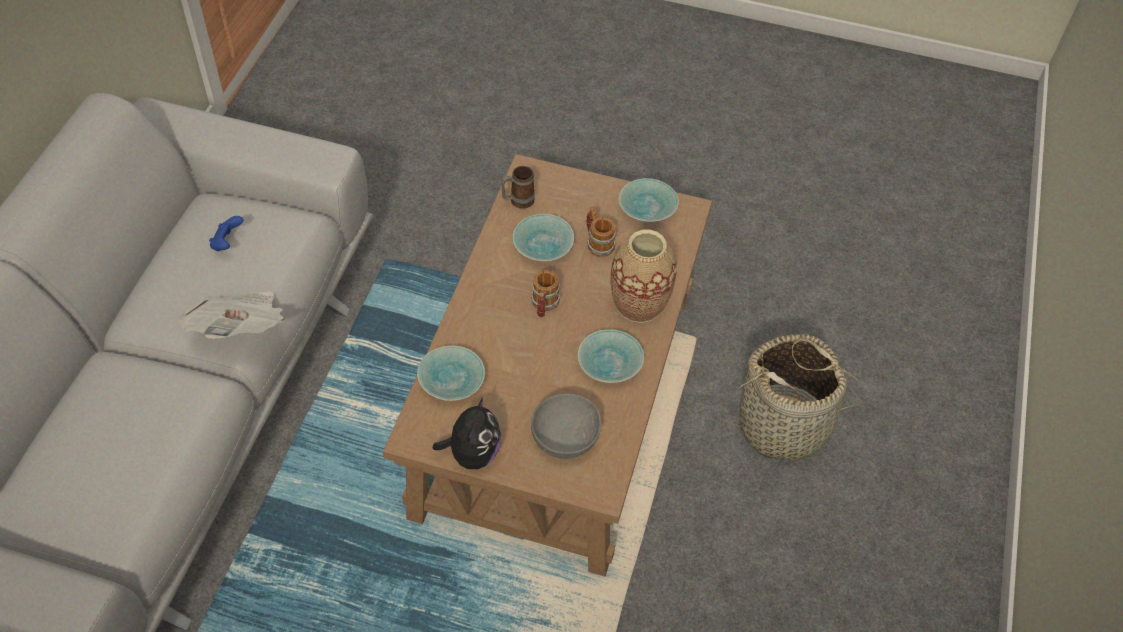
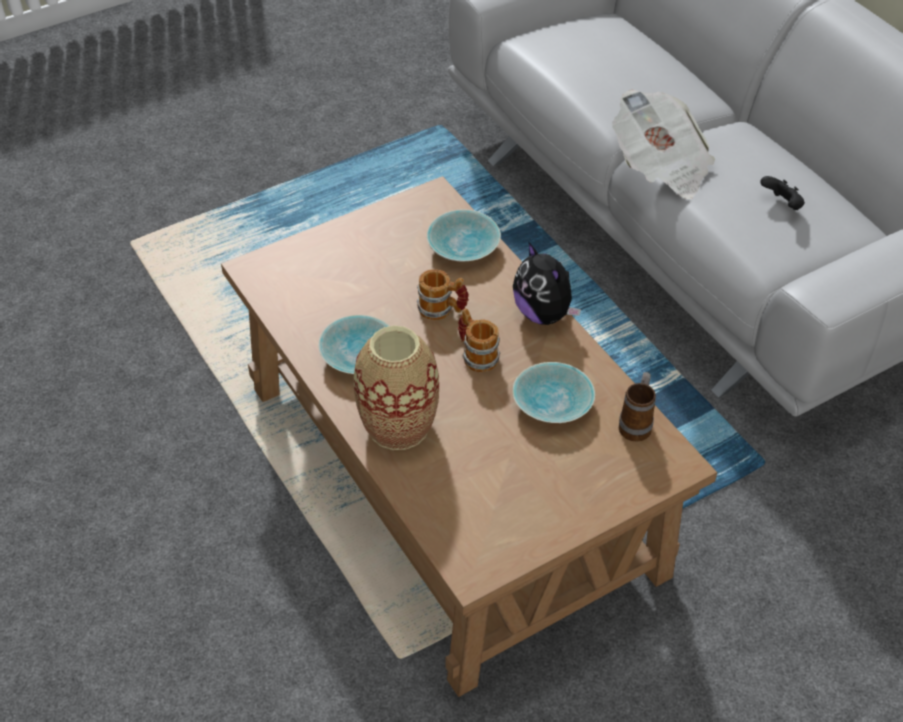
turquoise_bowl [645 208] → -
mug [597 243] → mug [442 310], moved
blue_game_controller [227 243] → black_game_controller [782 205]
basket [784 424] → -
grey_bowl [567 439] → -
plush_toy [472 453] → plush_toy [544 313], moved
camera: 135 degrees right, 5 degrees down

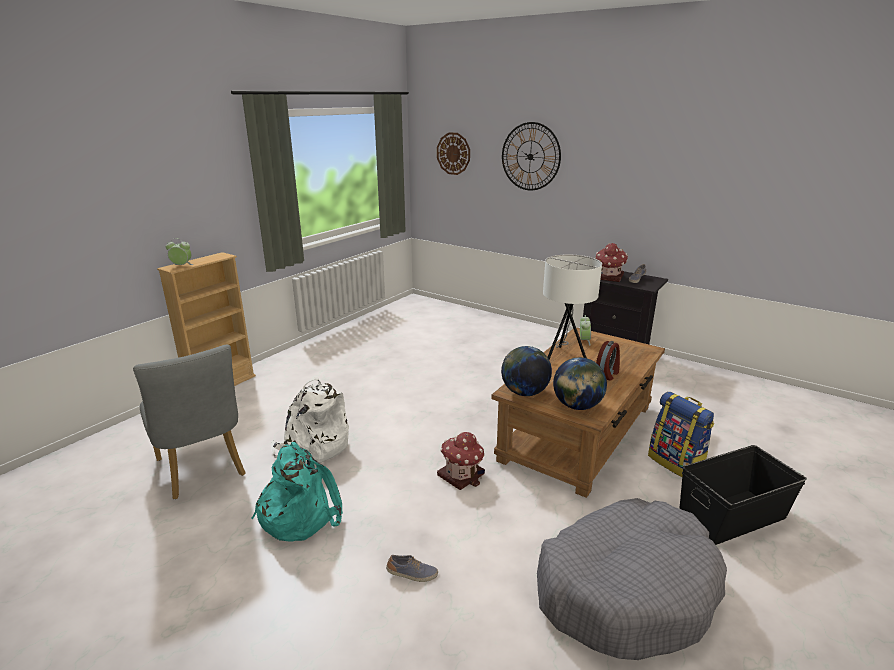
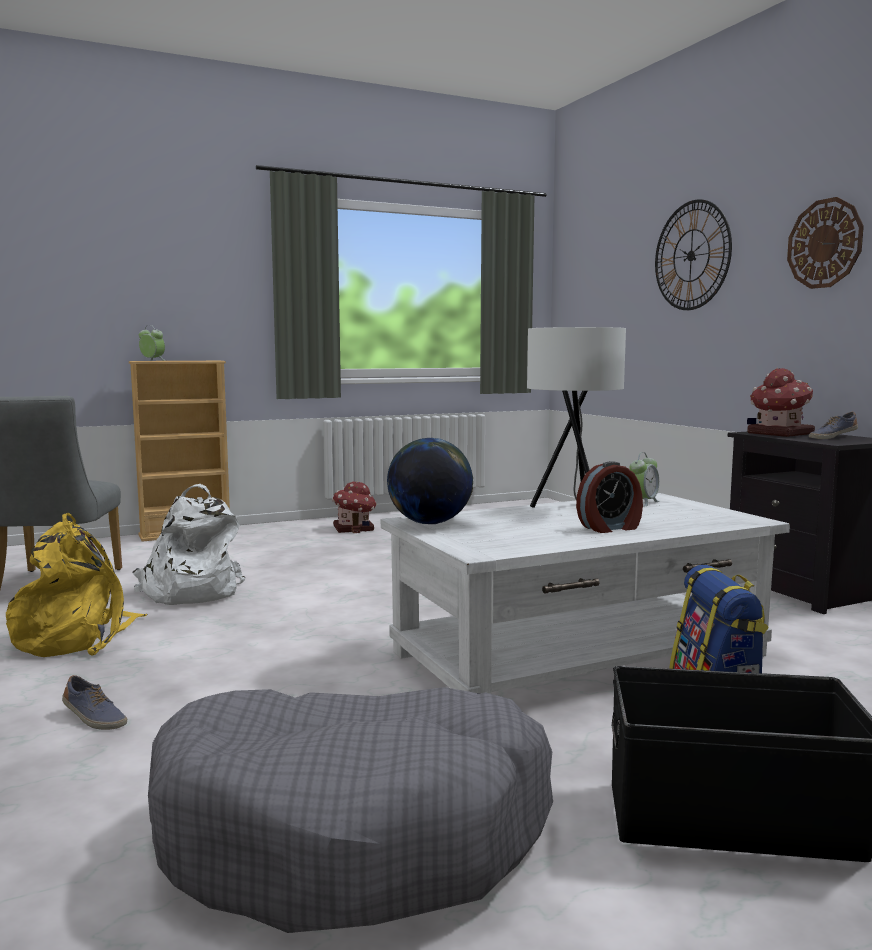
wall_clock [453 153] → wall_clock [824 243], moved
brown_coffee_table [578 432] → white_coffee_table [579 653]
globe [577 406] → -
toy_house [461 474] → toy_house [354 528], moved
turquoise_backpack [299 513] → yellow_backpack [77 637]
camera: 30 degrees right, 15 degrees down

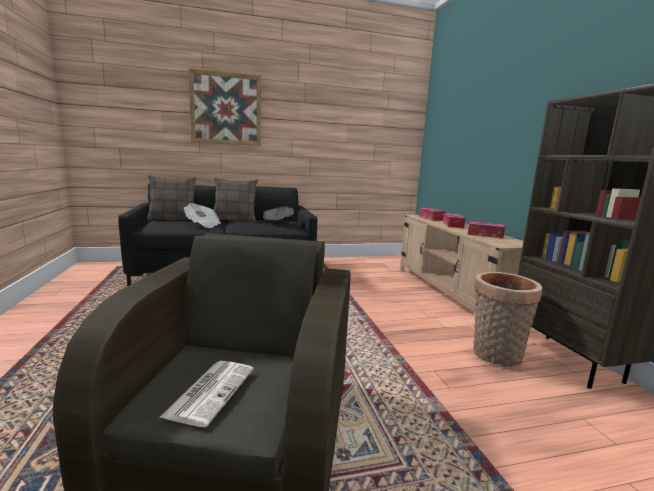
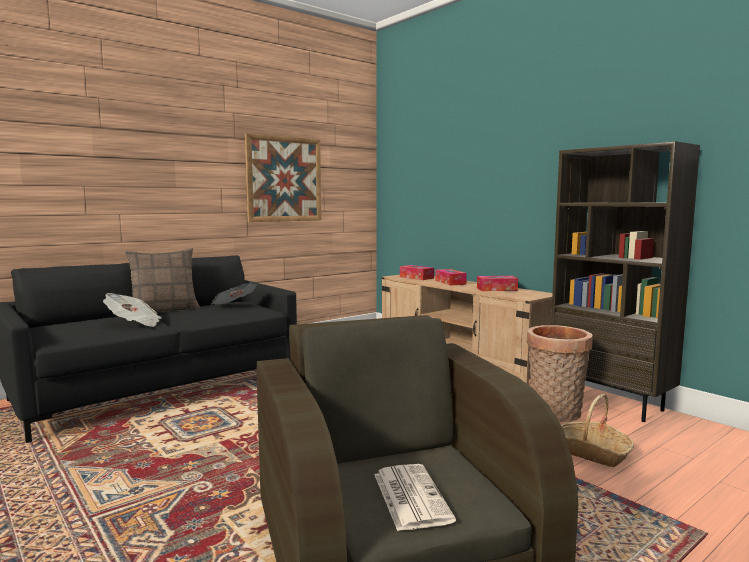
picture [226 109] → picture [284 179], moved
pillow [173 219] → -
- → basket [592 453]
camera: 25 degrees left, 5 degrees down

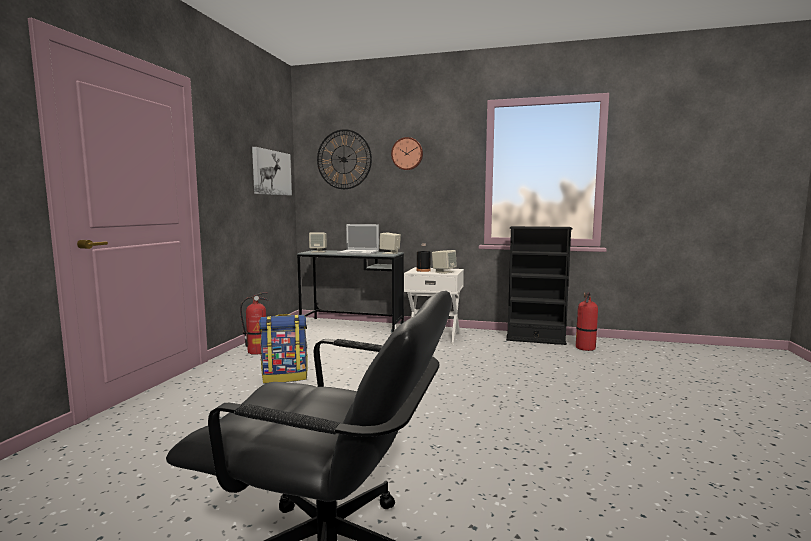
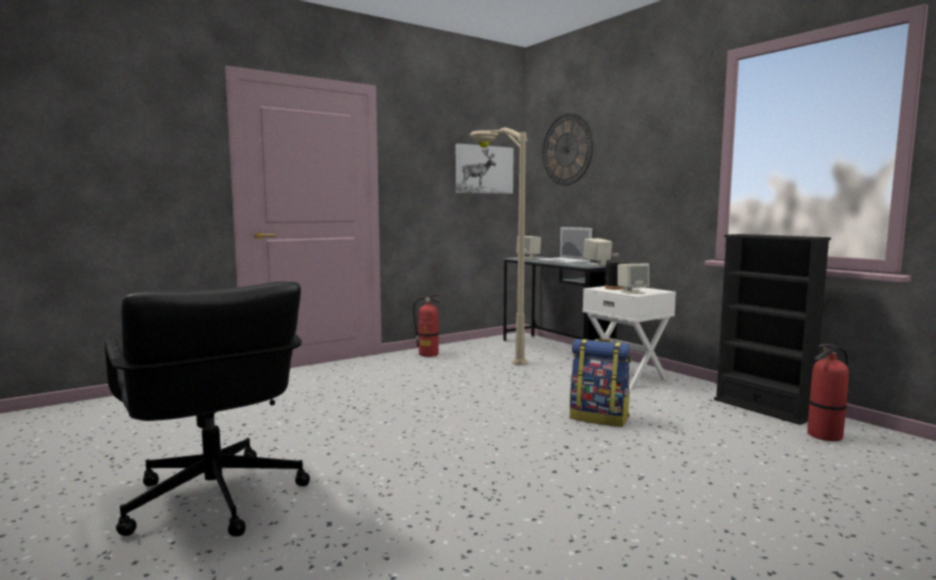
wall_clock [407 154] → -
backpack [285 377] → backpack [599 418], moved
- → beige_floor_lamp [493 353]
camera: 40 degrees right, 0 degrees up

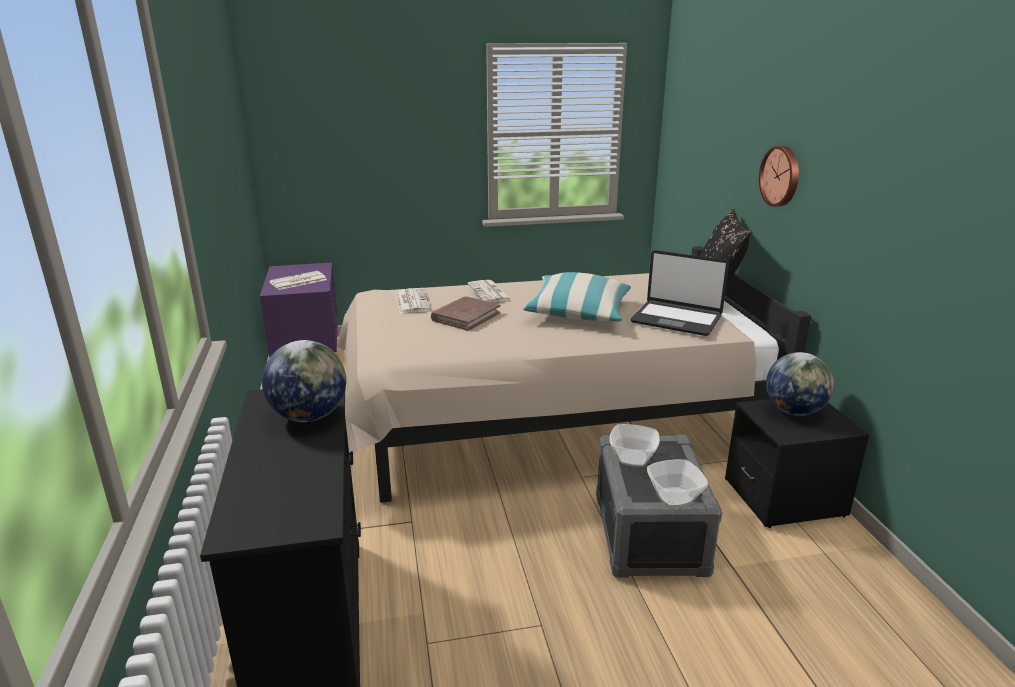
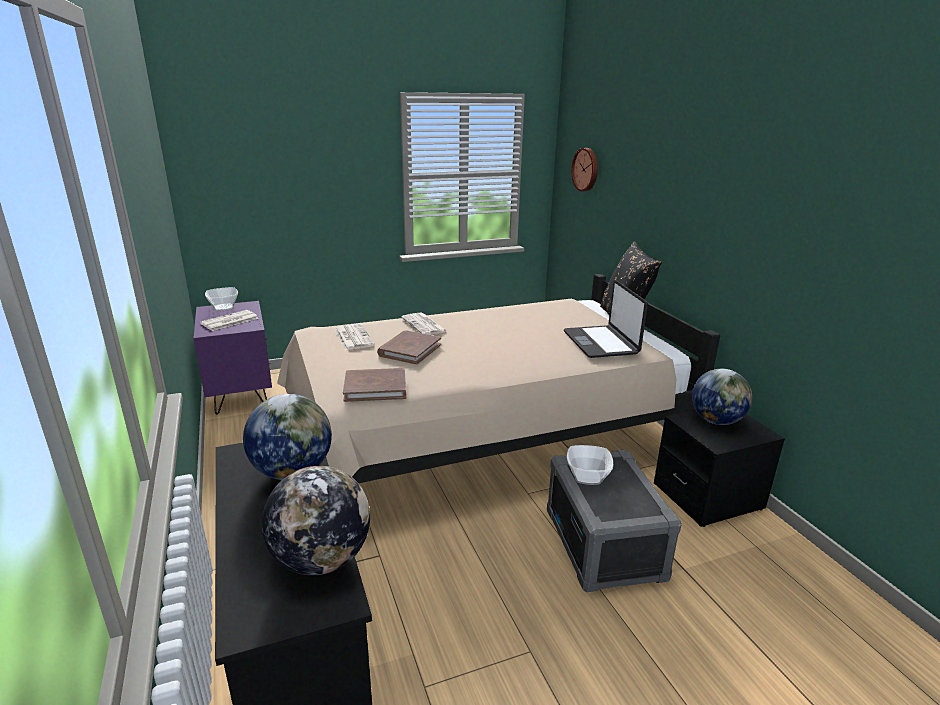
wall_clock [781 176] → wall_clock [586 169], moved
laptop [676 319] → laptop [601 342], 60 degrees clockwise
pillow [578 311] → -
bowl [674 498] → bowl [223 307], moved
- → brown_book [375 388]
- → globe [321 559]
camera: 10 degrees left, 0 degrees up

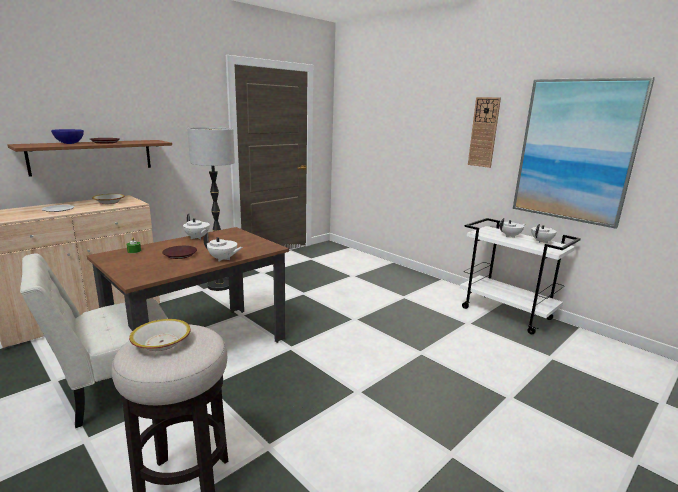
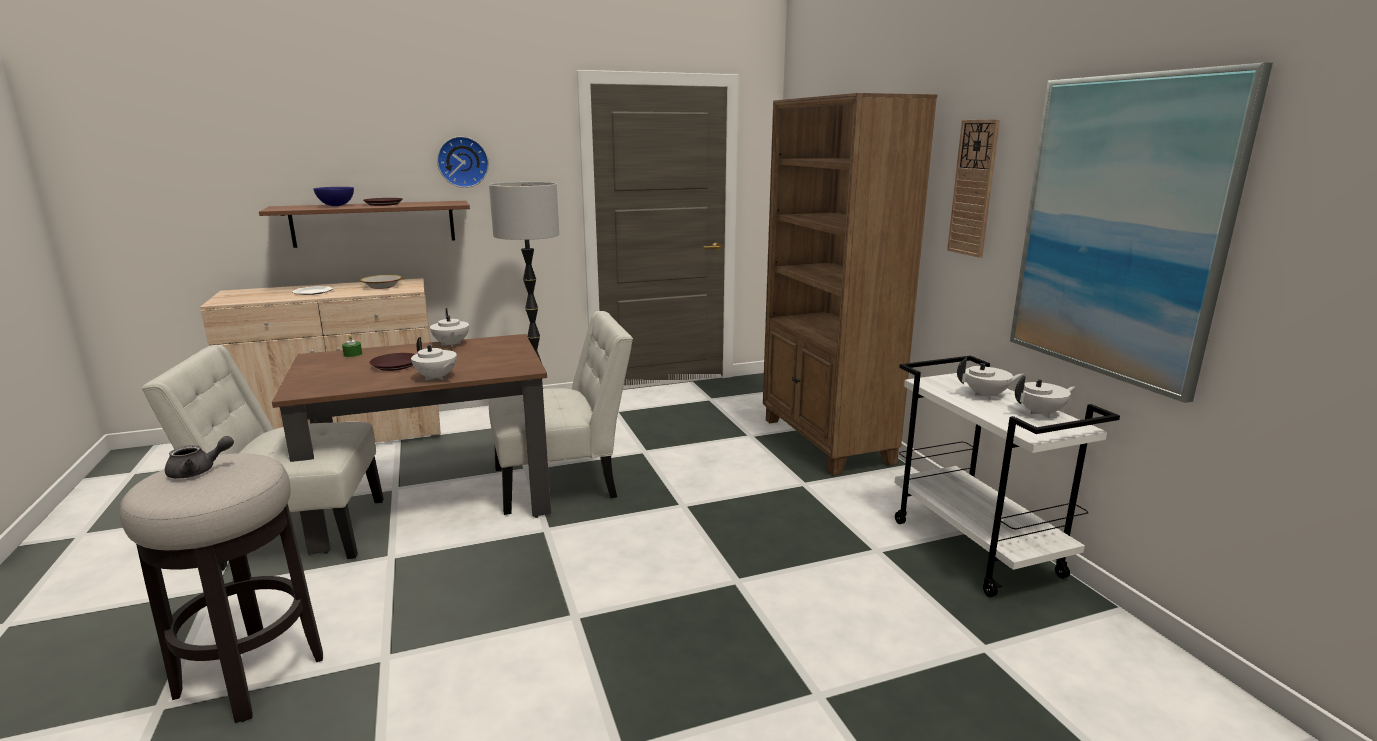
bowl [161 342] → grey_teapot [198 471]
- → brown_bookcase [826 441]
- → wall_clock [462 162]
- → white_chair [563 482]
camera: 25 degrees right, 0 degrees up

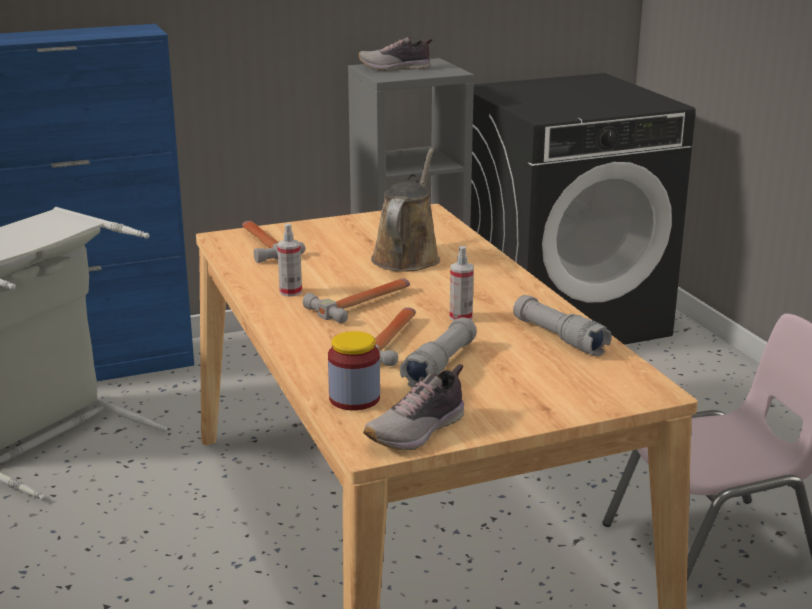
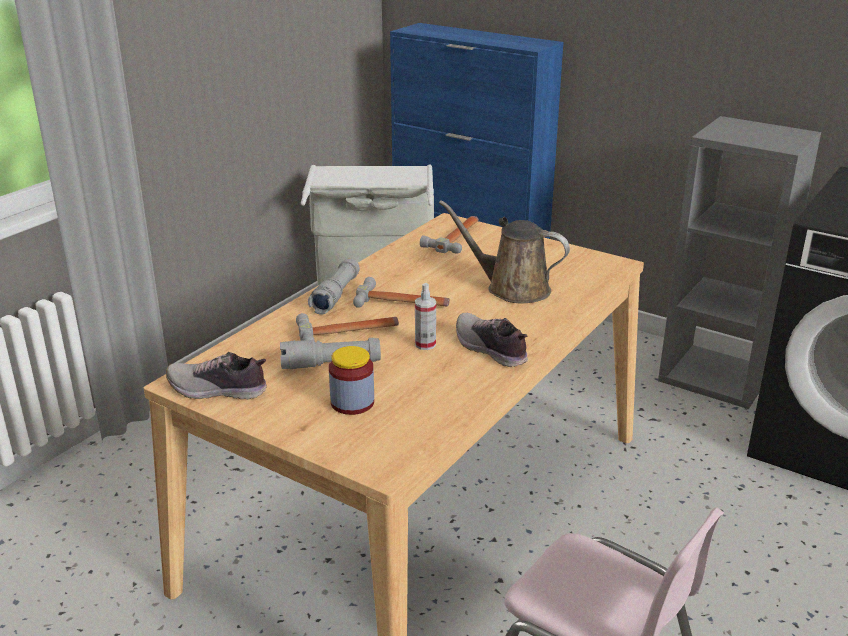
shoe [395 68] → shoe [490 349], moved
brown_watering_can [407 256] → brown_watering_can [512 288], 135 degrees counterclockwise
spray_bottle [290 292] → -
grey_flashlight [559 337] → grey_flashlight [336 295], moved
jar [354 398] → jar [352 403], moved
camera: 55 degrees right, 5 degrees up

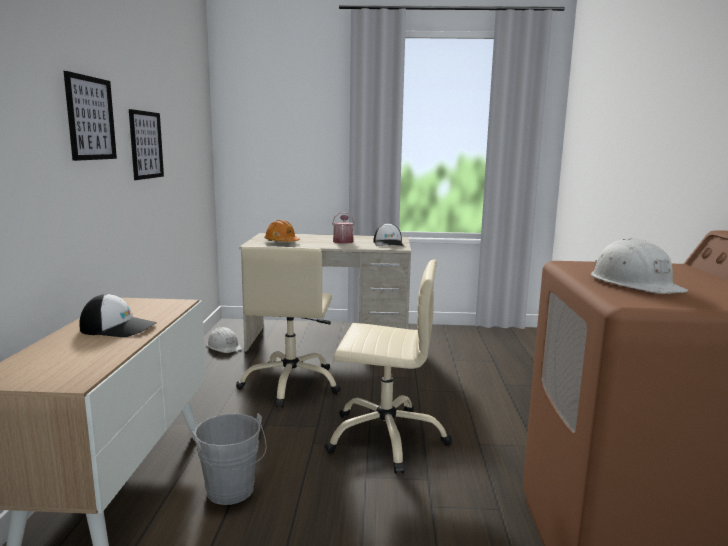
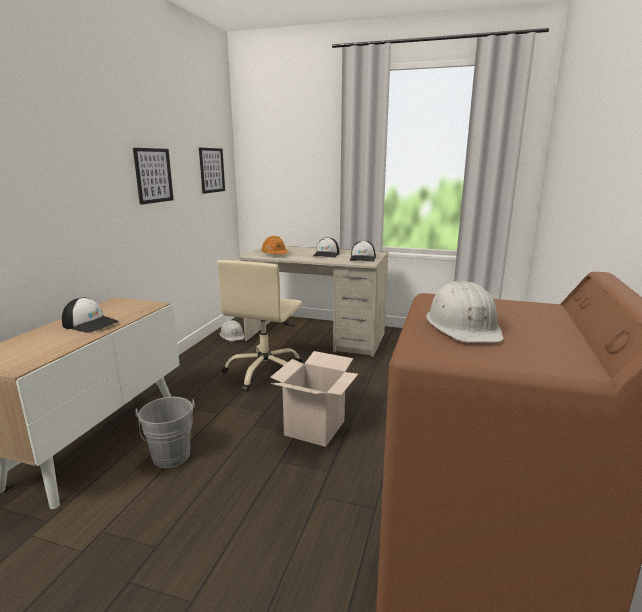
picture [90 118] → picture [211 170], moved
watering_can [343 241] → cap [326 255]
beige_office_chair [386 437] → cardboard_box [315 428]
camera: 15 degrees right, 5 degrees up

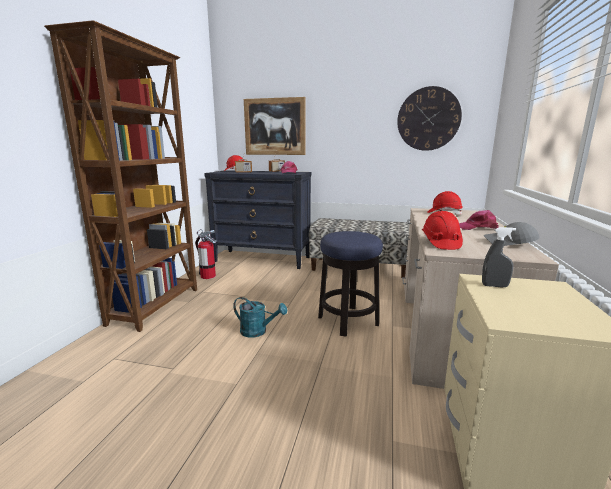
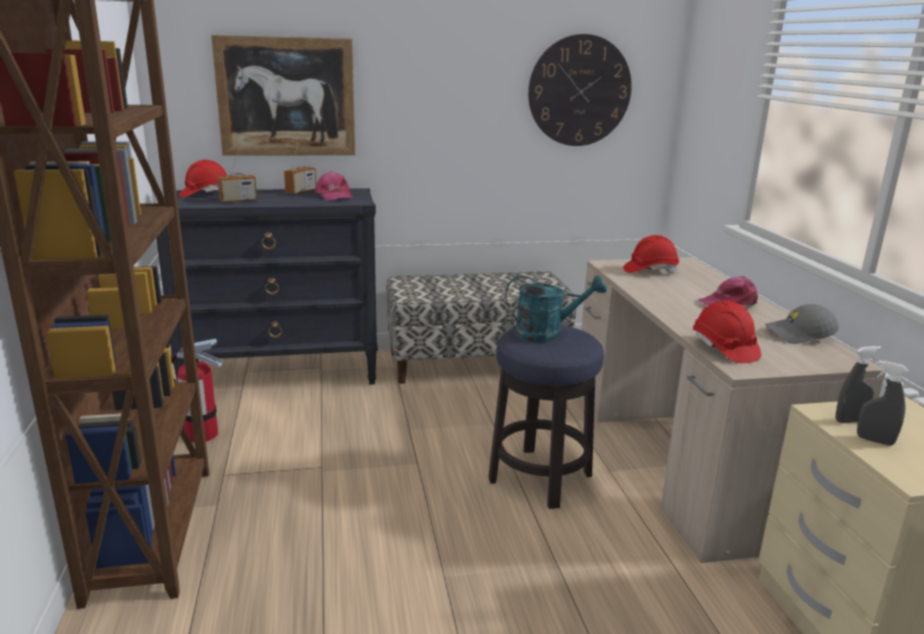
turquoise_watering_can [258 331] → turquoise_watering_can [547 334], moved
- → grey_spray_bottle [874 440]
camera: 25 degrees left, 5 degrees up

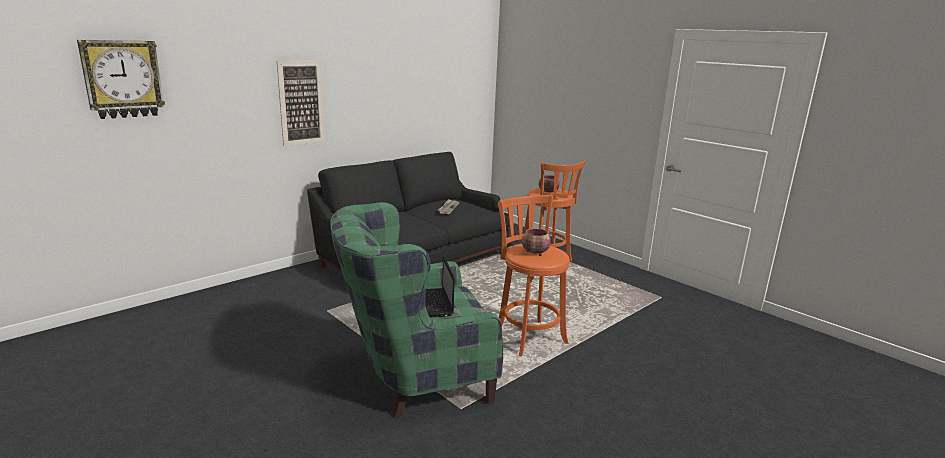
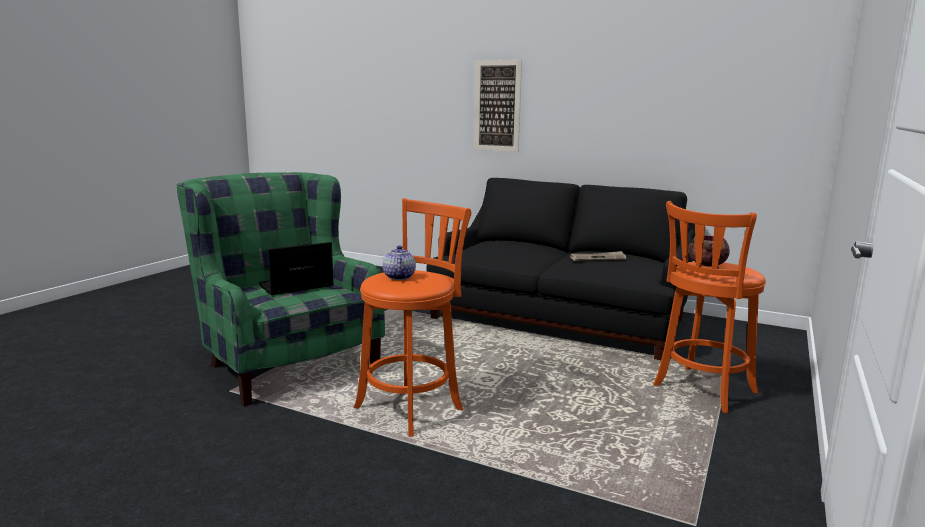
wall_clock [123 79] → -
bowl [535 253] → teapot [398 277]
camera: 70 degrees right, 5 degrees down

